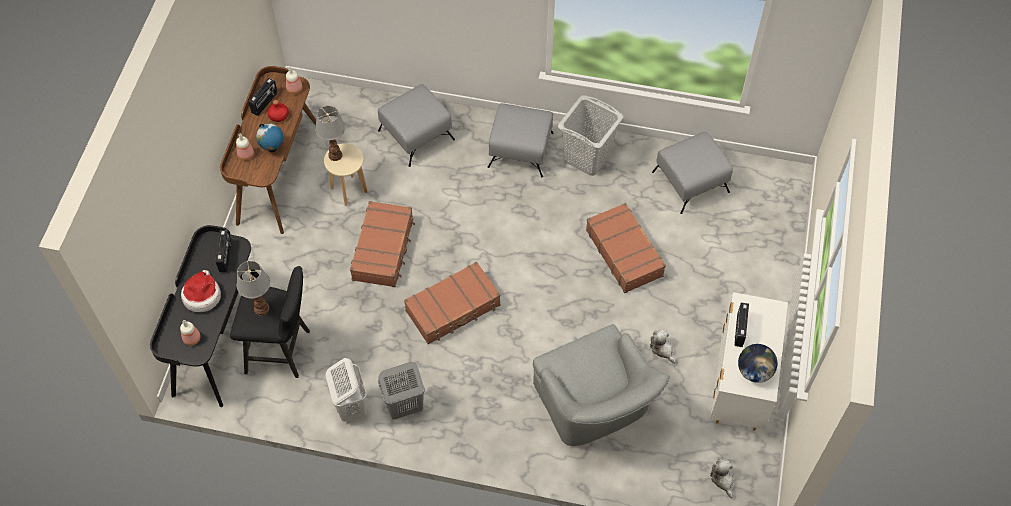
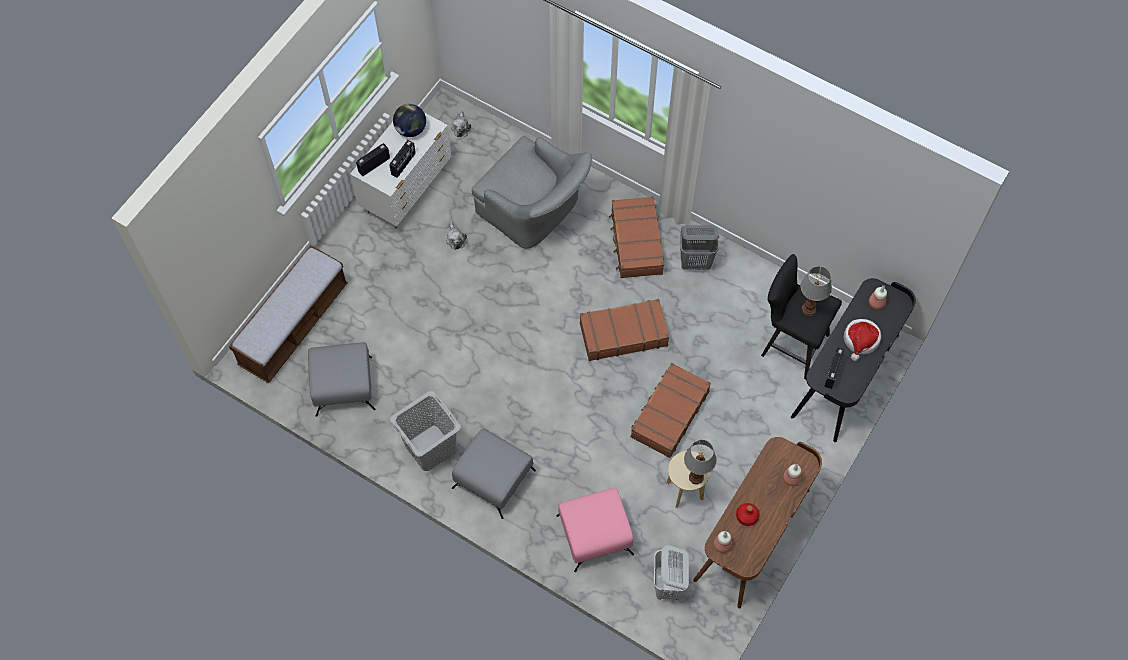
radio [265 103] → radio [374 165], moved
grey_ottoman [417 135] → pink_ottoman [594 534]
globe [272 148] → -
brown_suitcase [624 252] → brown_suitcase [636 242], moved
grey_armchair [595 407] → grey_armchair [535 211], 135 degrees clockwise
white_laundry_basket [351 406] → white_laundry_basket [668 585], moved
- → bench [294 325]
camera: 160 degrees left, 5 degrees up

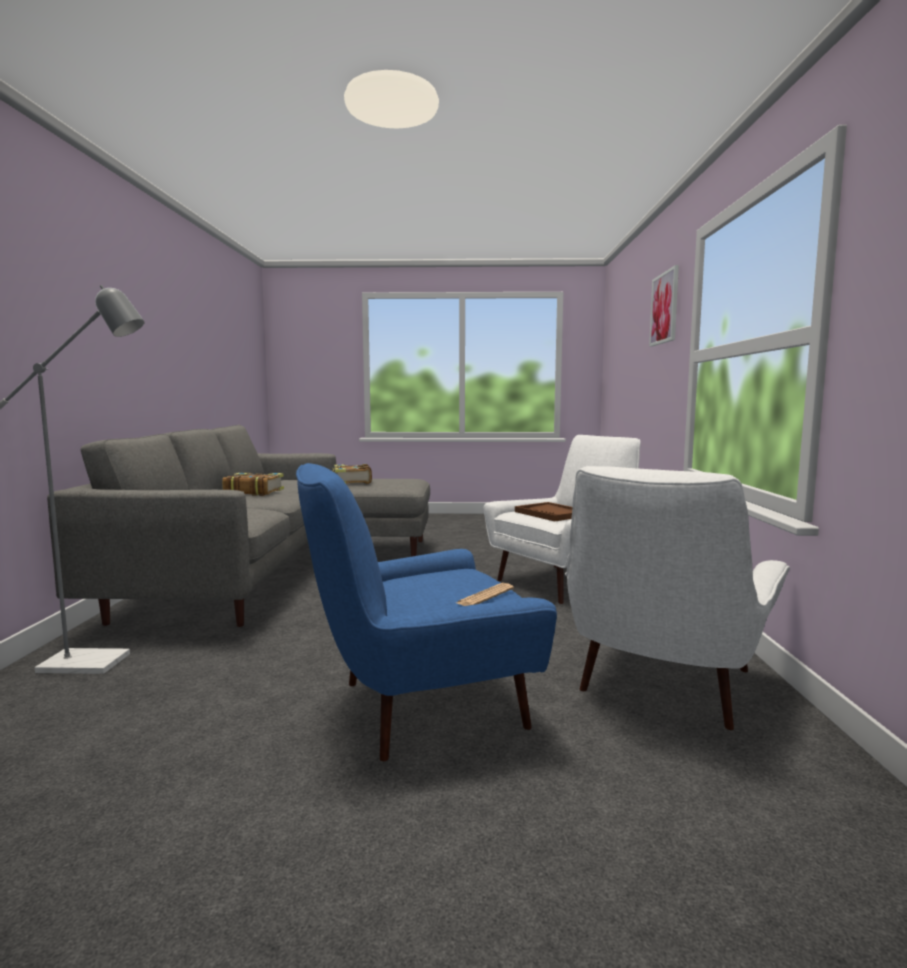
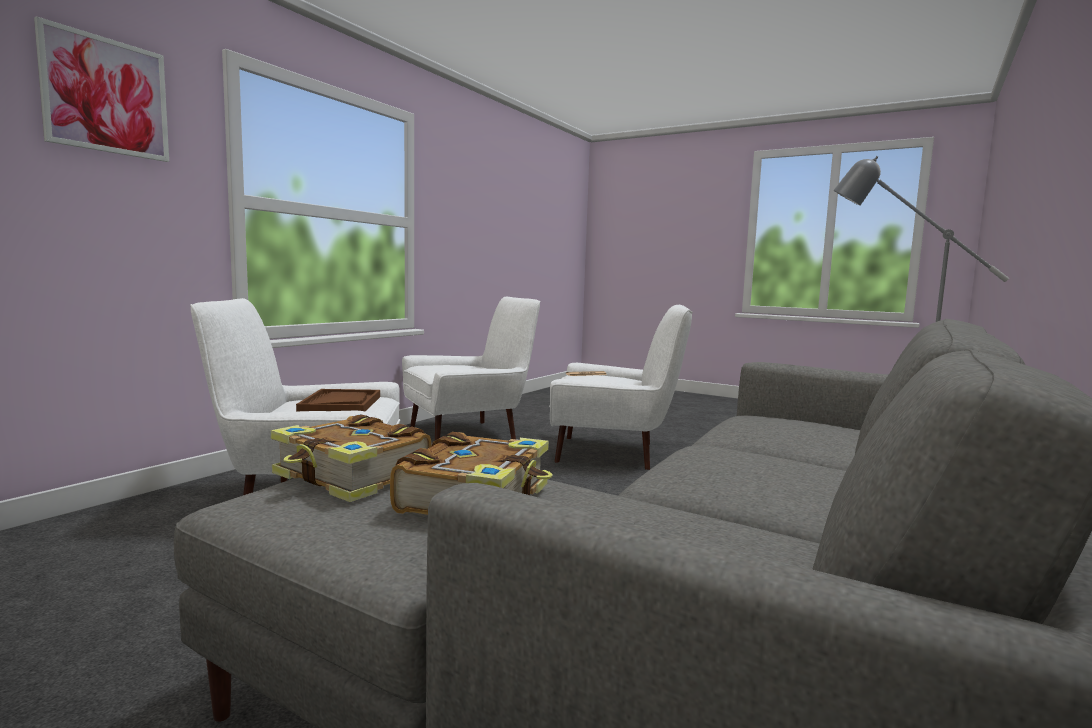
blue_armchair [419 707] → white_armchair [613 453]
book [253 492] → book [352 477], moved
camera: 150 degrees left, 0 degrees up

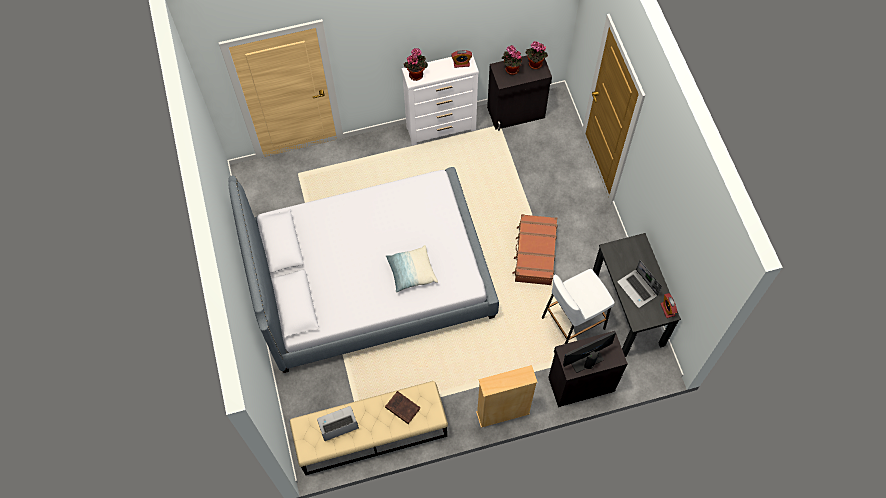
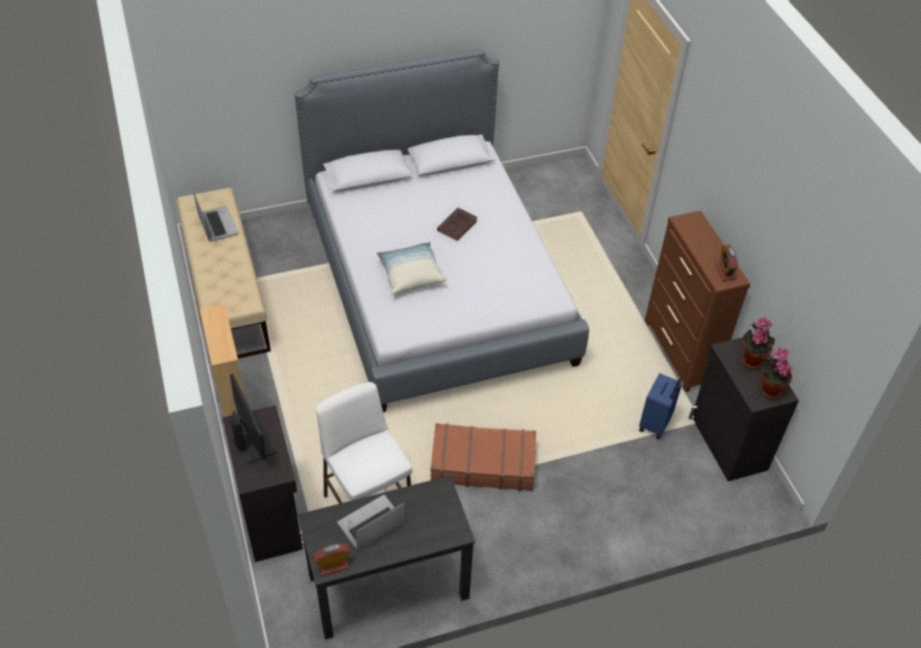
potted_plant [416 74] → -
white_dresser [441 128] → brown_dresser [679 352]
brown_book [402 407] → brown_book [457 225], moved
- → blue_suitcase [656 424]
camera: 85 degrees right, 15 degrees down

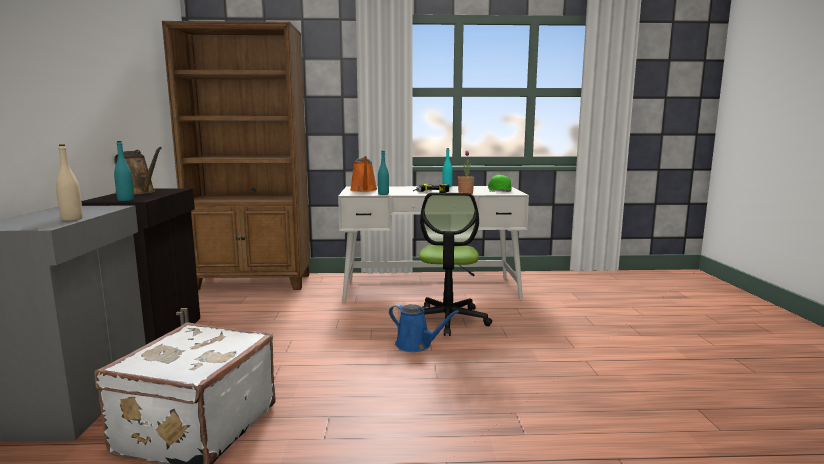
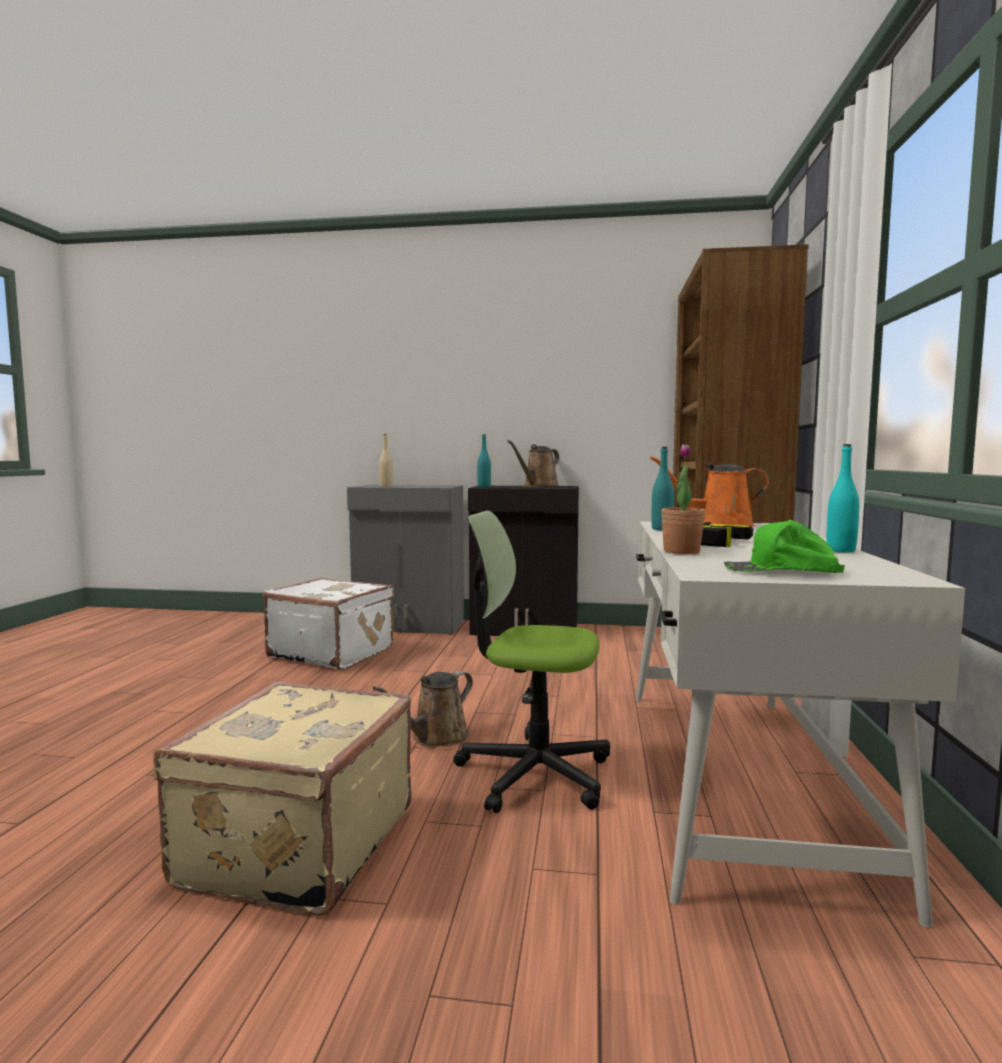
blue_watering_can [416 345] → brown_watering_can [435 738]
- → beige_suitcase [294 846]
camera: 100 degrees right, 5 degrees down

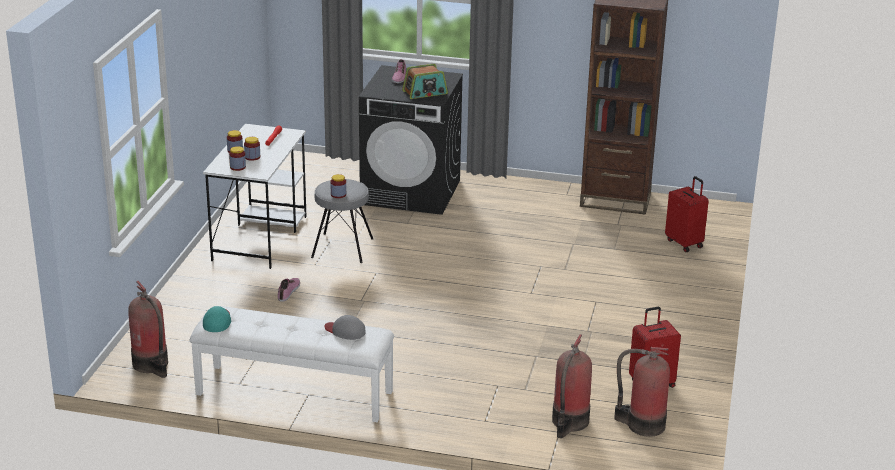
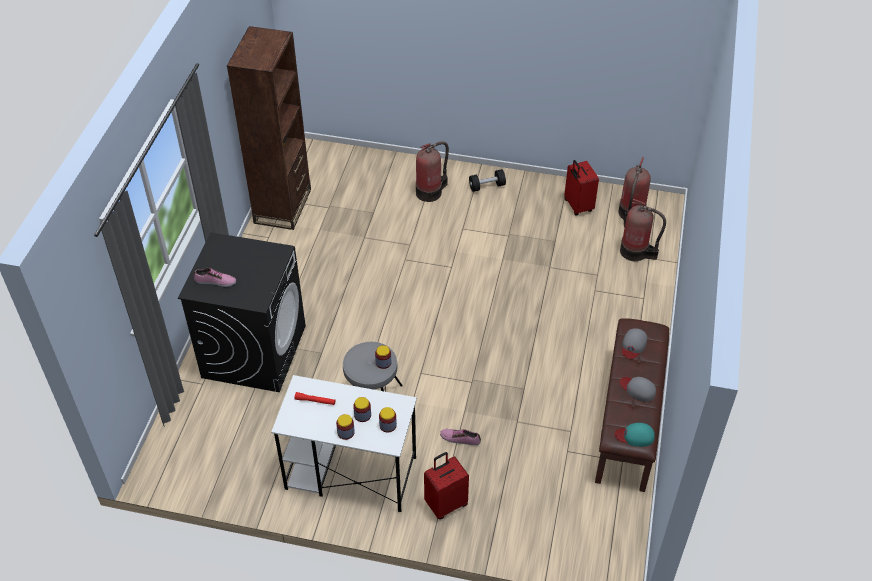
radio [425 92] → -
red_suitcase [685 243] → red_suitcase [446 503], moved
fire_extinguisher [152 365] → fire_extinguisher [430 192], moved
white_bench [293 393] → brown_bench [629 420]
- → black_dumbbell [487 186]
- → grey_cap [638 389]
camera: 90 degrees left, 20 degrees up

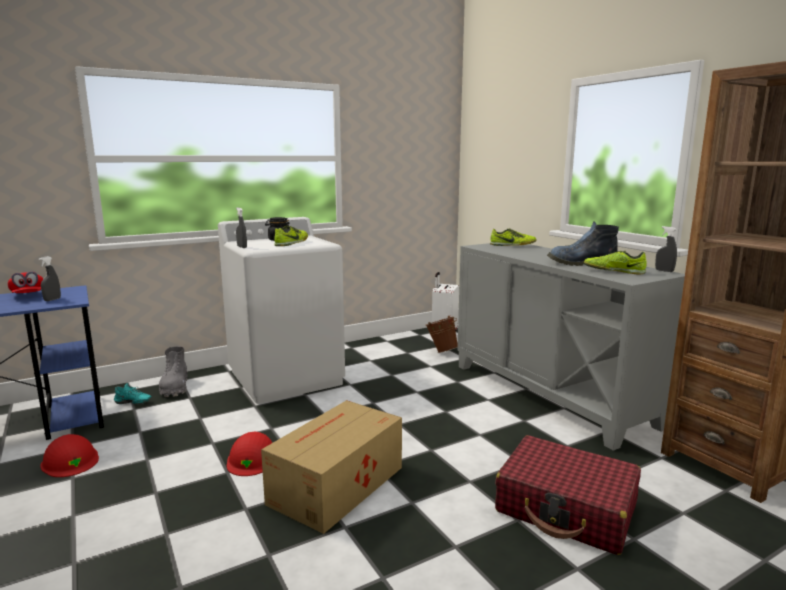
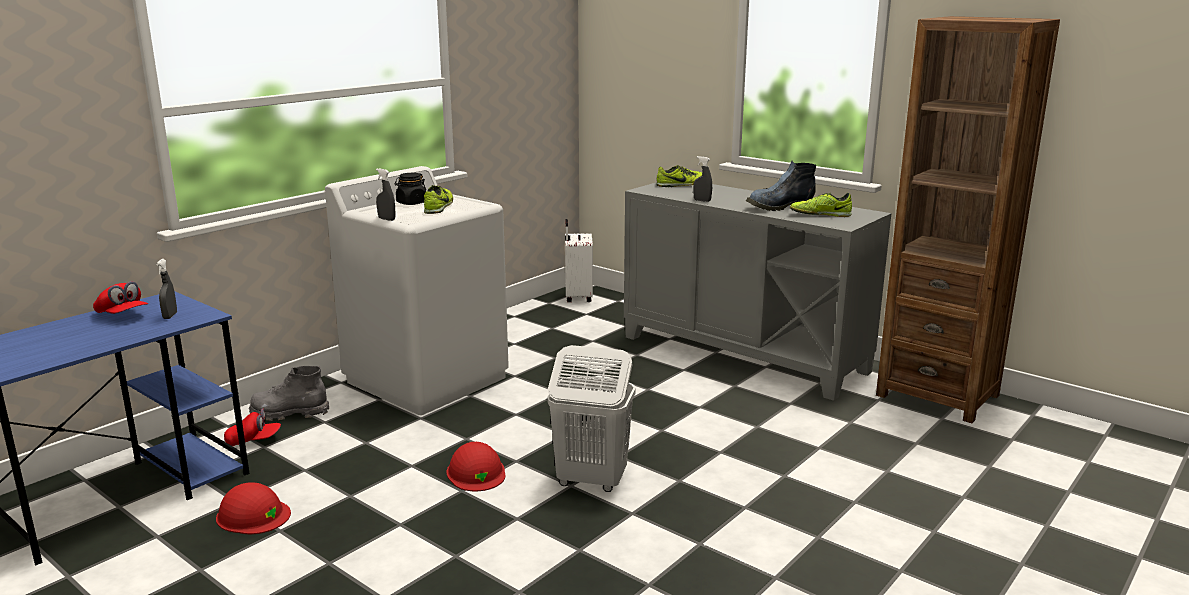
grey_spray_bottle [664 271] → grey_spray_bottle [702 200], moved
brown_bucket [441 351] → -
grey_boot [175 387] → grey_boot [289 413], 120 degrees clockwise
turquoise_shoe [132 403] → red_cap [253 440]
cardboard_box [335 486] → white_laundry_basket [591 481]
red_suitcase [566 508] → -
camera: 20 degrees left, 5 degrees up

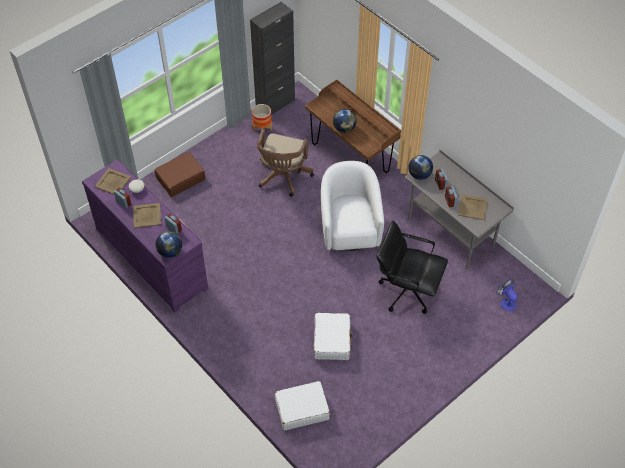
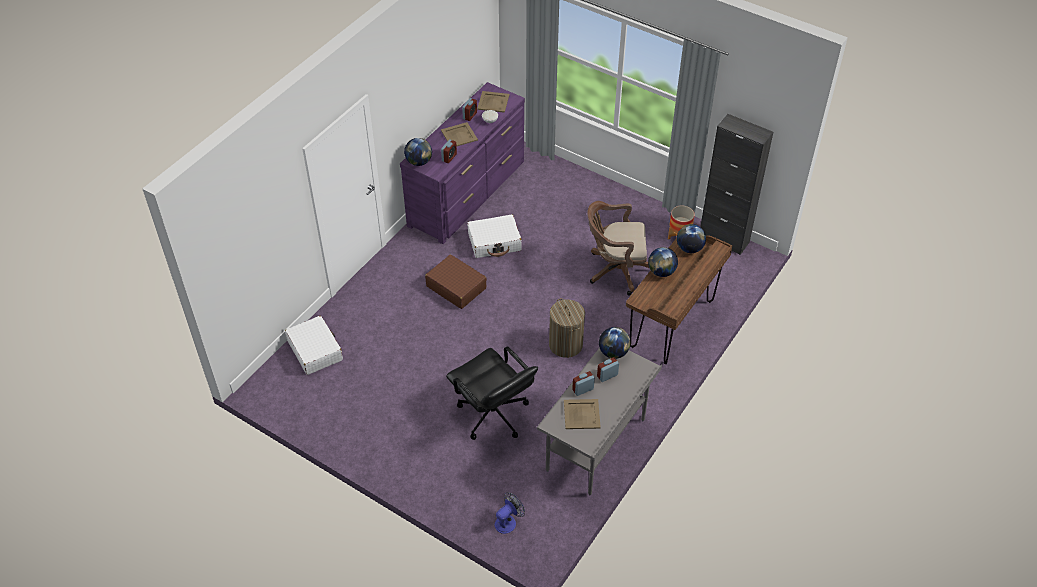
brown_suitcase [180 179] → brown_suitcase [456 287], moved
white_armchair [350 228] → laundry_basket [565 344]
black_office_chair [407 290] → black_office_chair [493 415], 135 degrees clockwise
white_suitcase [332 340] → white_suitcase [494 242], moved
- → globe [689 248]
camera: 75 degrees right, 5 degrees down

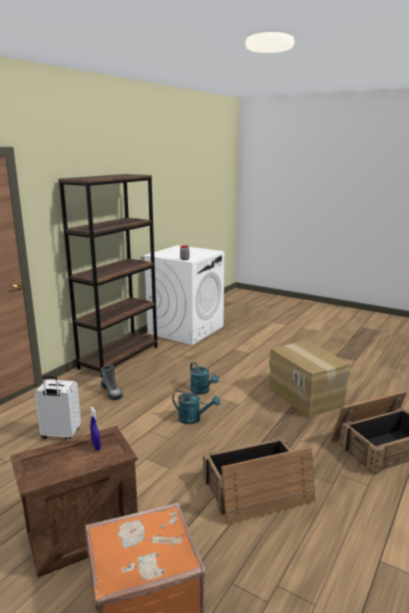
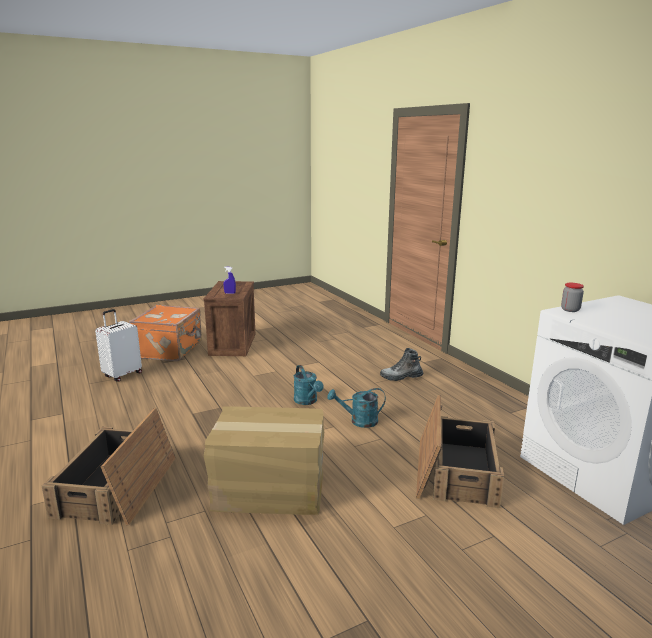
brown_bookcase [119 357] → -
white_suitcase [60 435] → white_suitcase [122 375], moved
turquoise_watering_can [193 419] → turquoise_watering_can [307 401], 75 degrees counterclockwise
crate [256 491] → crate [454 471], moved
camera: 120 degrees right, 0 degrees up

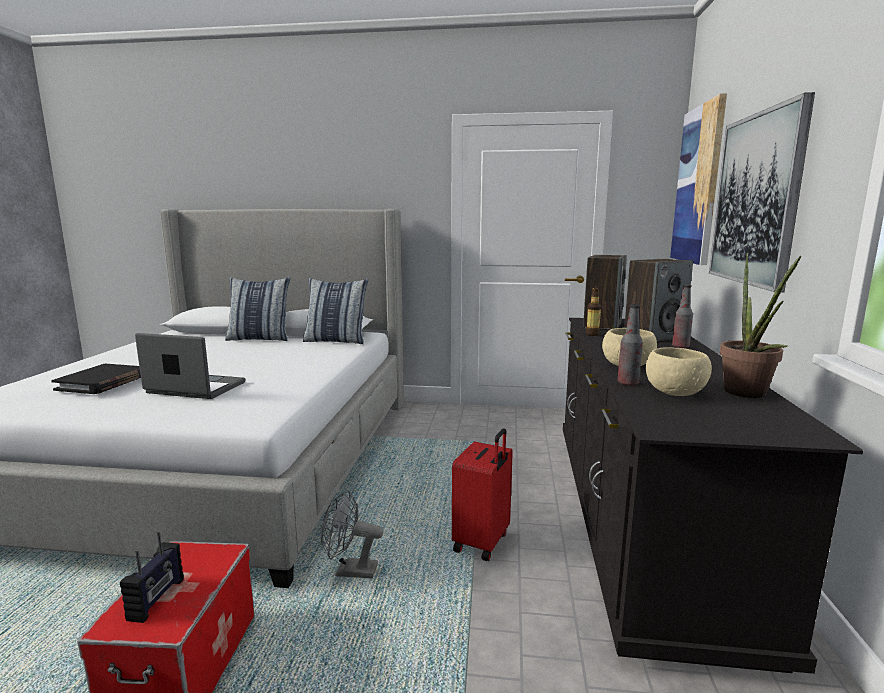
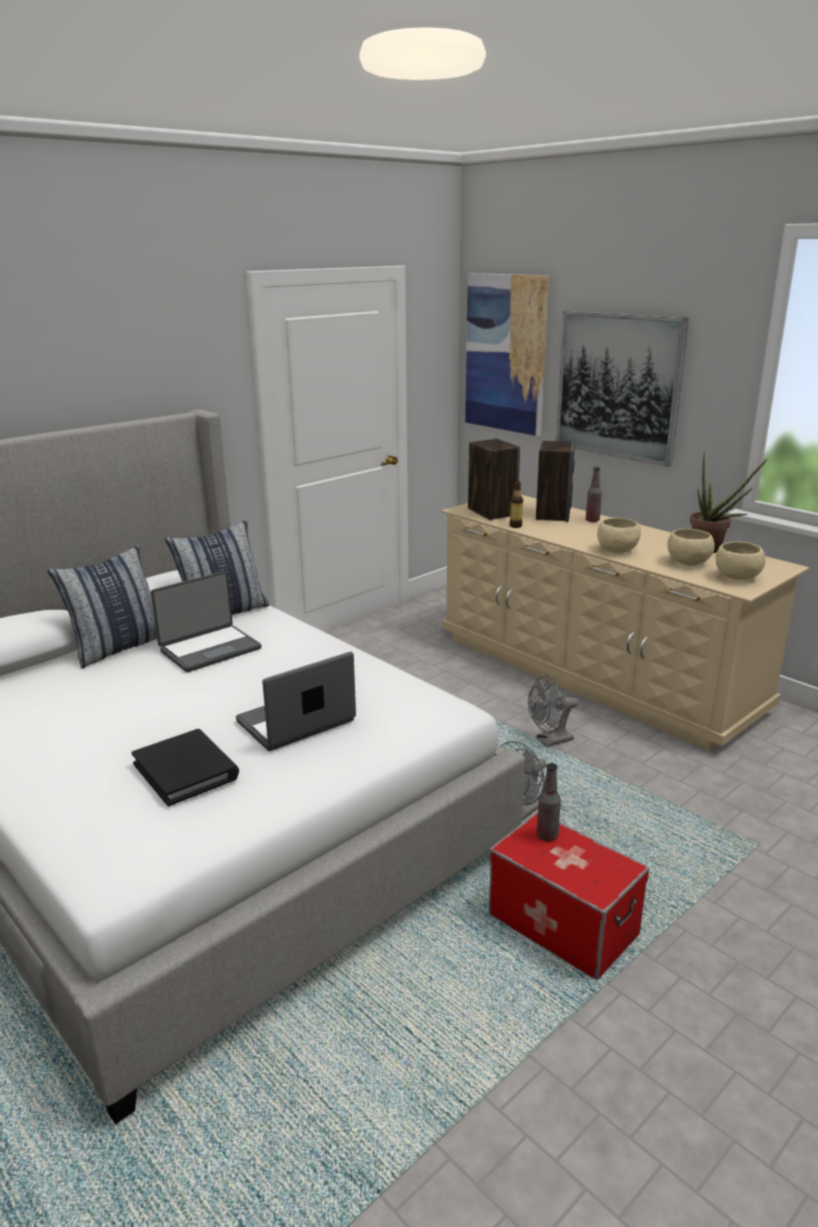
bottle [628 383] → bottle [547 836], moved
black_dresser [640 520] → beige_dresser [594 673]
red_suitcase [482 542] → grey_fan [550 741]
radio [157 599] → -
- → beige_bowl [737 577]
- → laptop [209 649]
camera: 50 degrees left, 10 degrees up

